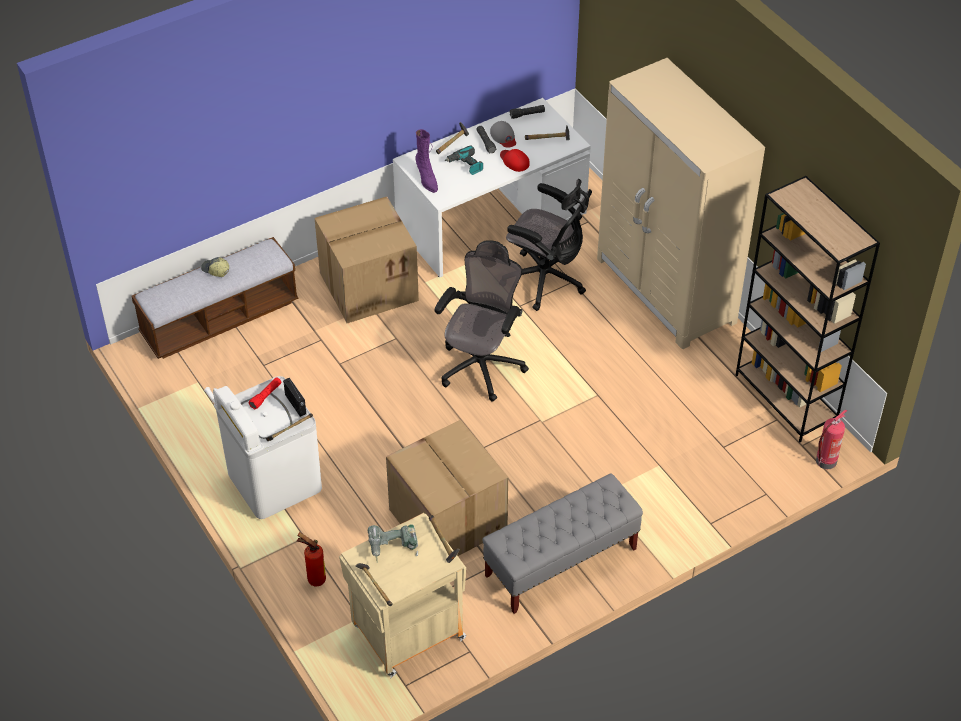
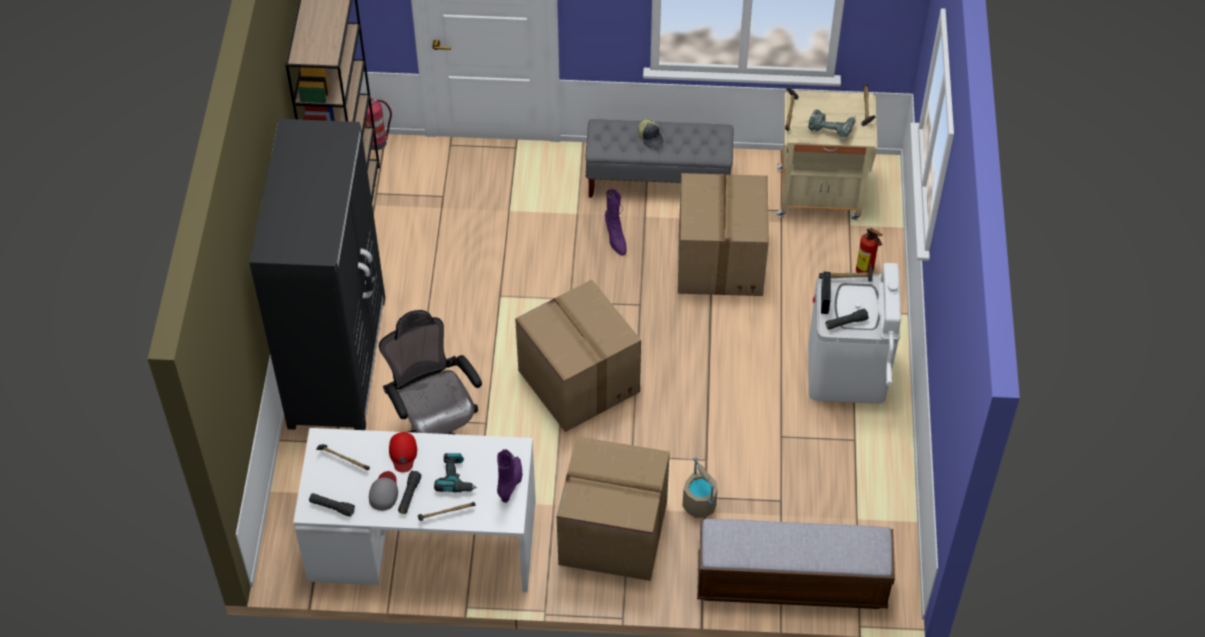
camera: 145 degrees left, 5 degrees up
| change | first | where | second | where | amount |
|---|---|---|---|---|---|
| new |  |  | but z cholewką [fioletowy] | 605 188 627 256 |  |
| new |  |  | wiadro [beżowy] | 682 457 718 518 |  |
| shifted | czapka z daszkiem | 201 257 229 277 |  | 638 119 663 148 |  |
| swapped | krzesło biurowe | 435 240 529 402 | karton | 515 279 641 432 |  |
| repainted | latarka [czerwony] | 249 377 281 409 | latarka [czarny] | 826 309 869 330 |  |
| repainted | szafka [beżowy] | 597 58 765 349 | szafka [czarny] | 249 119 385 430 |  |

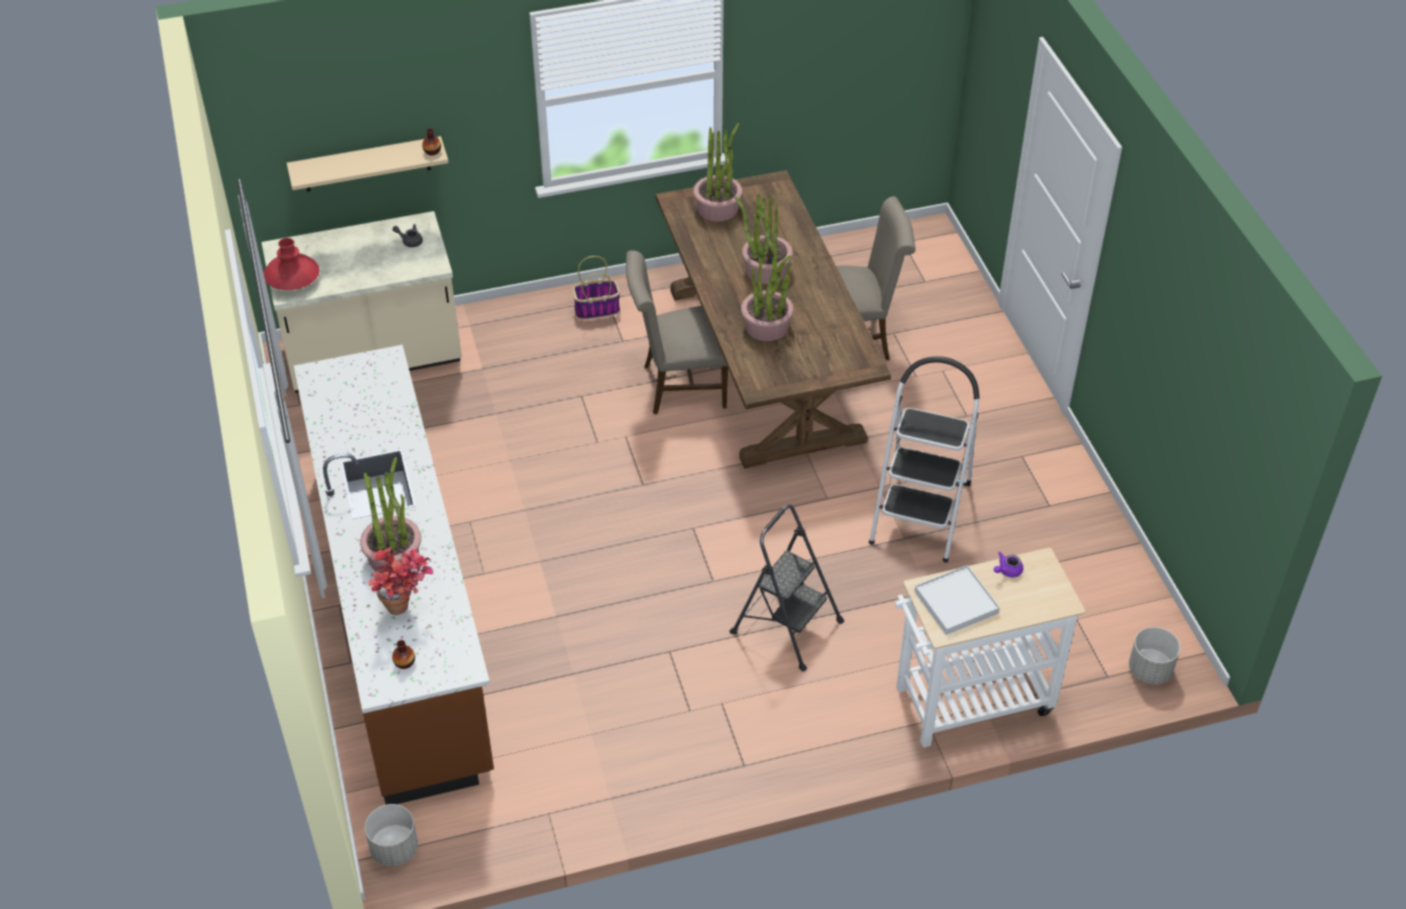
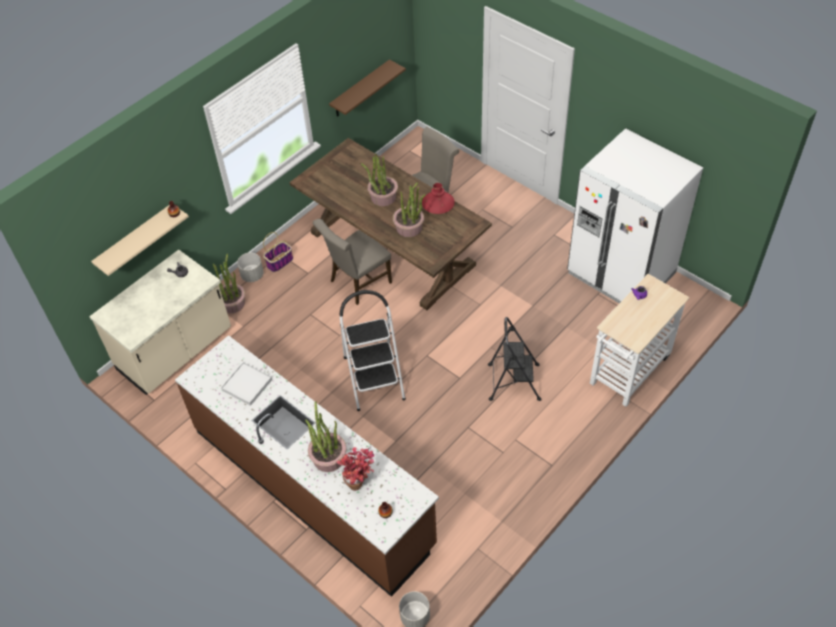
camera: 30 degrees left, 5 degrees up
| change | first | where | second | where | amount |
|---|---|---|---|---|---|
| new |  |  | półka [brązowy] | 329 59 406 117 |  |
| new |  |  | lodówka [biały] | 567 128 703 303 |  |
| shifted | wazon [czerwony] | 264 238 320 290 |  | 422 183 455 214 |  |
| shifted | roślina doniczkowa | 693 123 743 222 |  | 213 253 245 313 |  |
| shifted | drabinka | 869 356 980 562 |  | 339 290 406 411 |  |
| shifted | taca [biały] | 914 565 1000 635 |  | 221 362 272 406 |  |
| shifted | donica [szary] | 1129 627 1180 684 |  | 237 253 264 282 |  |

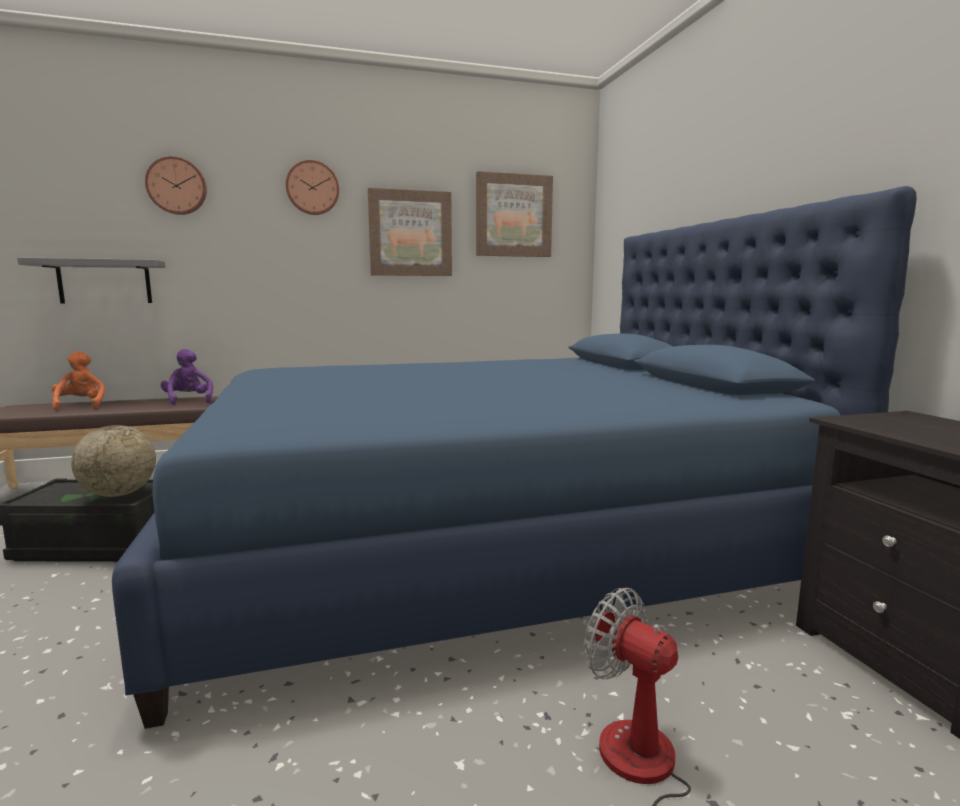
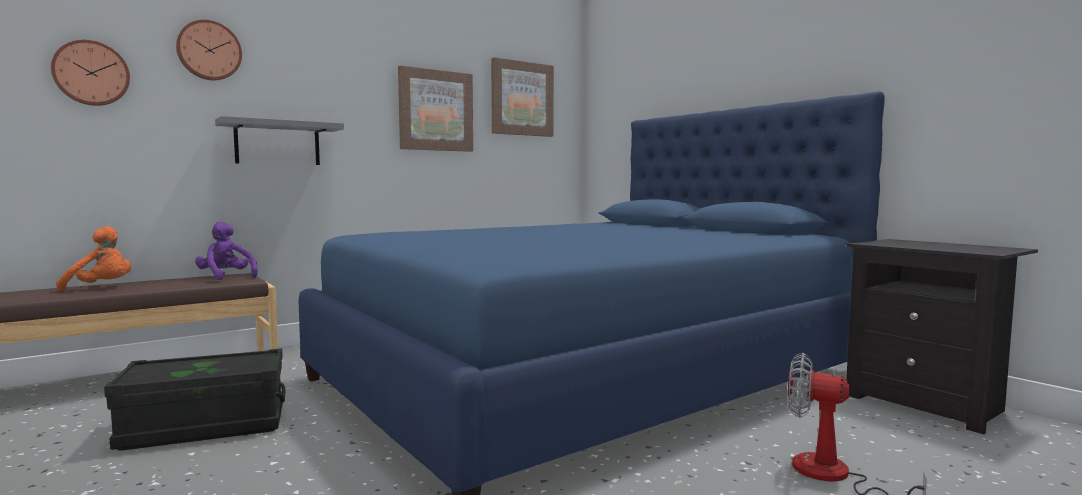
camera: 20 degrees left, 5 degrees down
| change | first | where | second | where | amount |
|---|---|---|---|---|---|
| gone | globus | 71 425 156 497 |  |  |  |
| shifted | półka [szary] | 17 257 165 303 |  | 215 116 344 165 |  |
| shifted | zegar ścienny | 286 160 339 215 |  | 51 40 130 106 |  |
| rotated | pluszak [pomarańczowy] | 52 351 105 410 |  | 56 226 131 291 | 135 degrees clockwise |

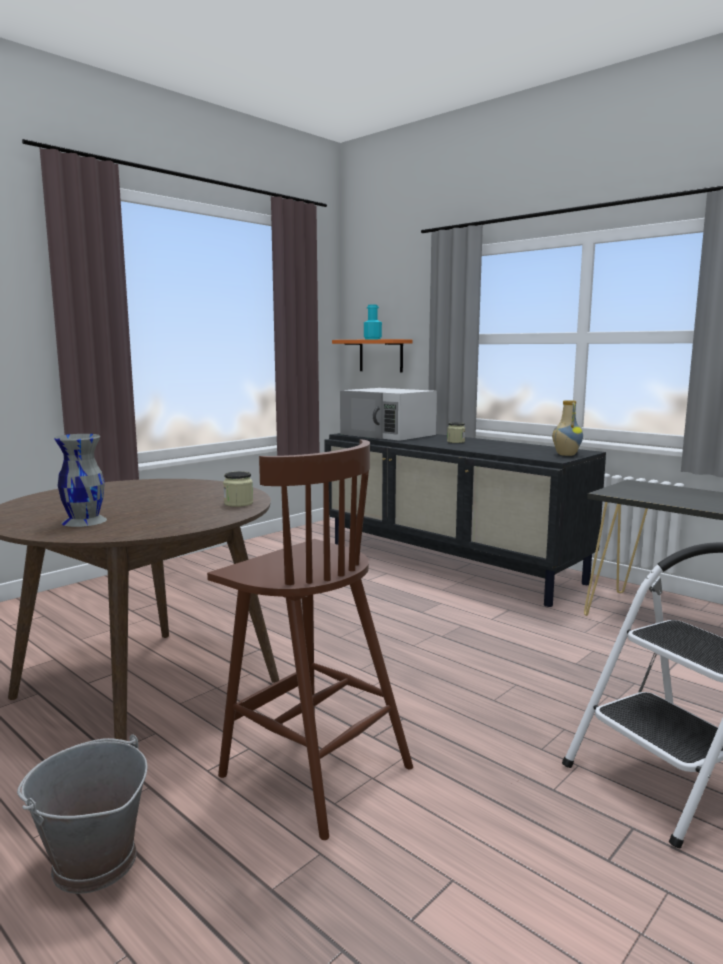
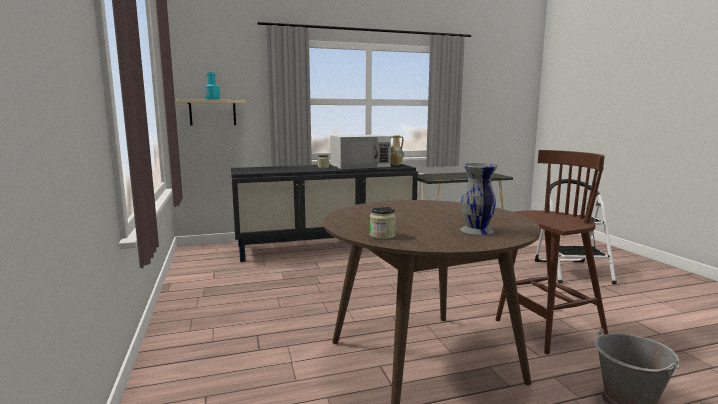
camera: 60 degrees left, 0 degrees up
| change | first | where | second | where | amount |
|---|---|---|---|---|---|
| shifted | słoik | 223 471 253 507 |  | 370 207 396 239 |  |
| shifted | mikrofalówka [biały] | 340 388 437 441 |  | 330 135 391 169 |  |
| repainted | półka [pomarańczowy] | 332 339 413 373 | półka [beżowy] | 176 99 245 126 |  |

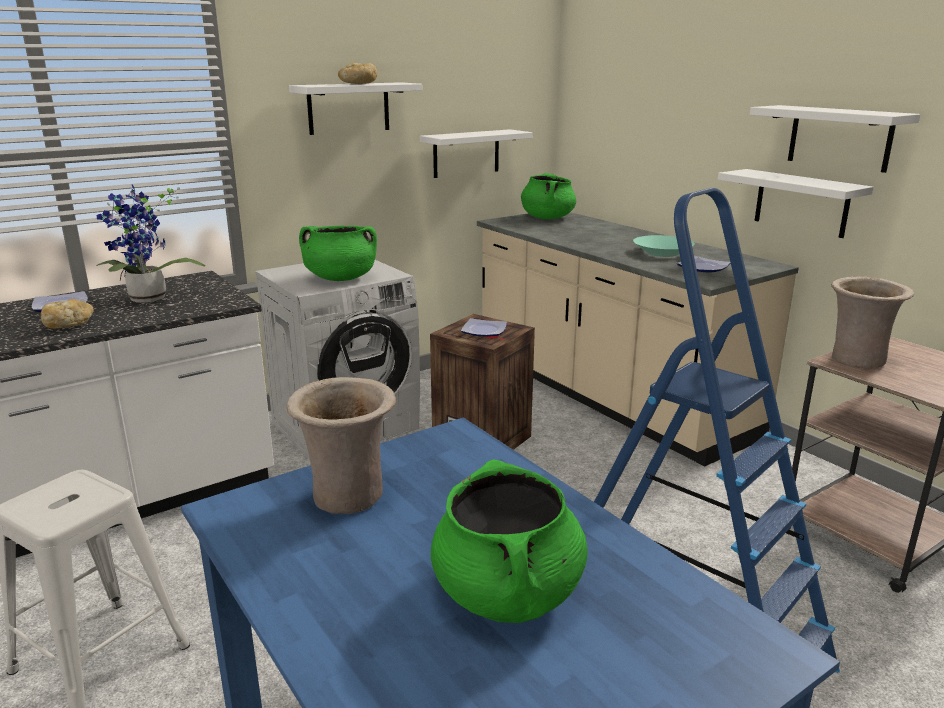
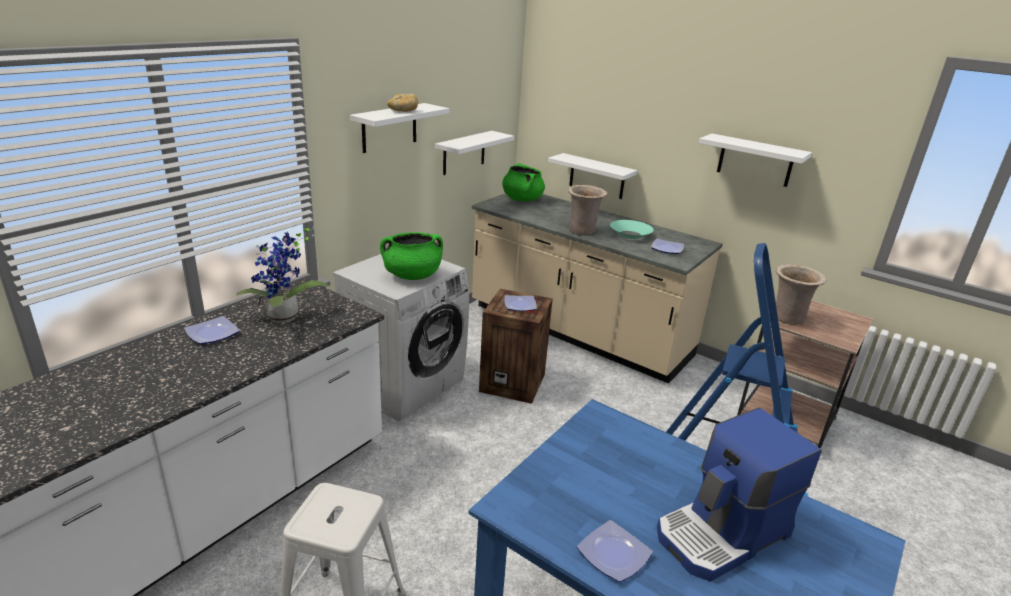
camera: 20 degrees left, 5 degrees up
| change | first | where | second | where | amount |
|---|---|---|---|---|---|
| gone | chleb | 41 299 94 329 |  |  |  |
| new |  |  | talerz | 577 520 653 582 |  |
| shifted | wazon [beżowy] | 287 377 396 514 |  | 568 185 607 235 |  |
| shifted | półka [biały] | 718 169 874 238 |  | 548 153 637 199 |  |
| swapped | garnek [zielony] | 431 459 588 623 | ekspres do kawy | 657 408 822 581 |  |

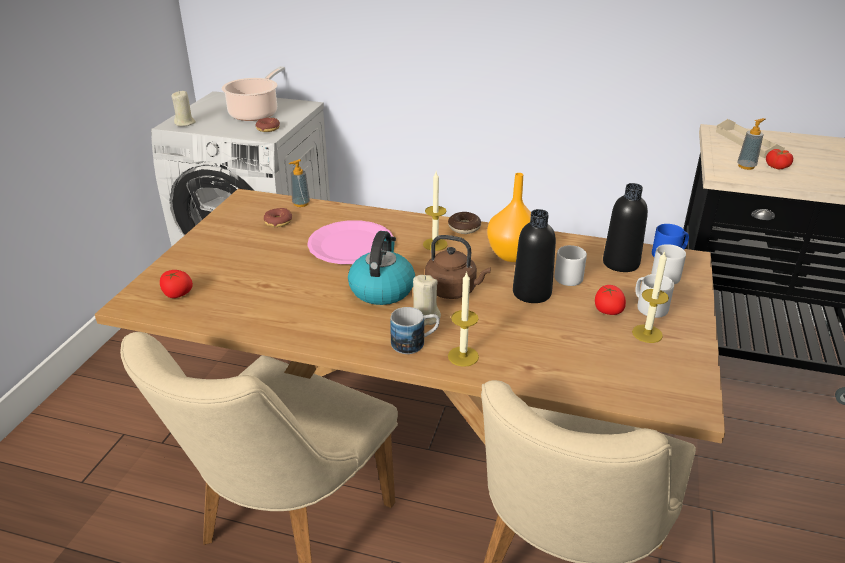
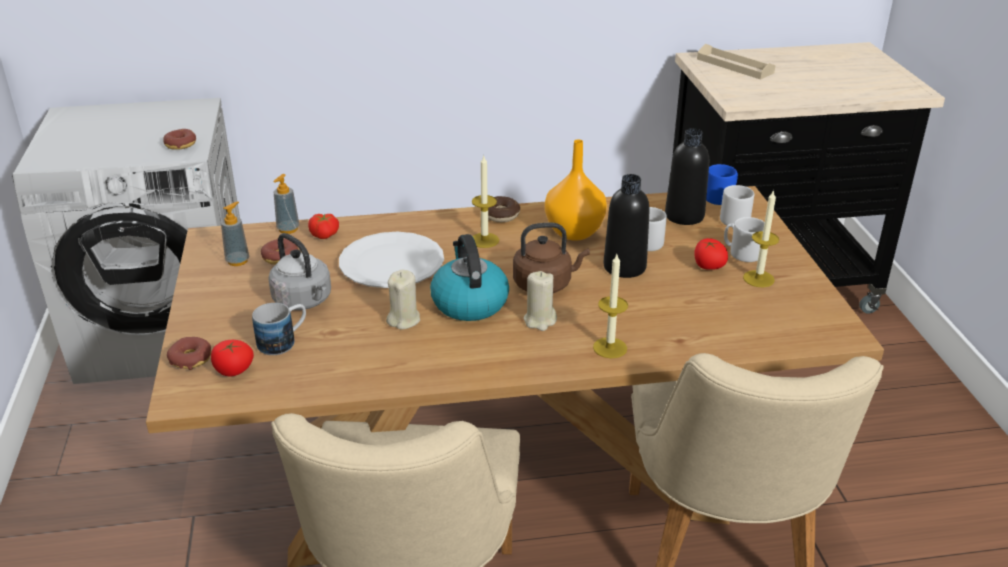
camera: 25 degrees left, 0 degrees up
| change | first | where | second | where | amount |
|---|---|---|---|---|---|
| gone | garnek | 222 66 285 121 |  |  |  |
| new |  |  | donut | 167 337 211 370 |  |
| new |  |  | czajnik [szary] | 268 233 331 310 |  |
| shifted | świeca [beżowy] | 171 91 196 126 |  | 386 269 420 330 |  |
| shifted | kubek | 390 307 440 354 |  | 252 303 306 355 |  |
| shifted | dozownik mydła | 737 118 765 170 |  | 221 202 249 266 |  |
| shifted | pomidor | 766 149 793 169 |  | 308 214 339 239 |  |
| repainted | talerz [różowy] | 307 220 394 264 | talerz [biały] | 339 232 444 288 |  |

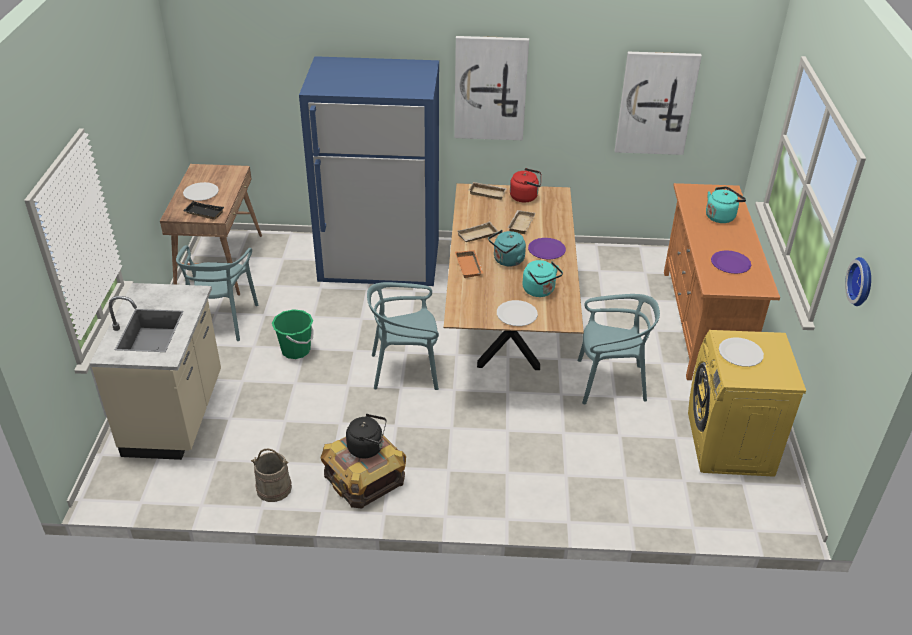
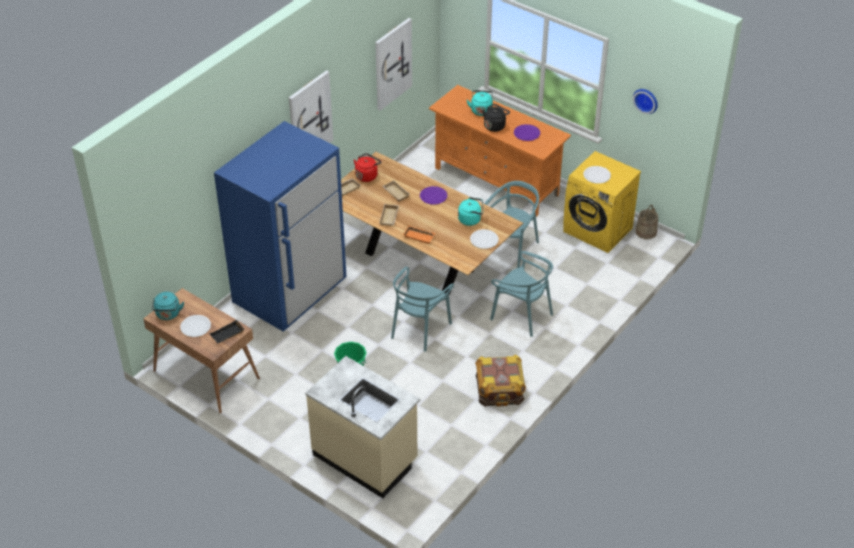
camera: 55 degrees left, 5 degrees up
| change | first | where | second | where | amount |
|---|---|---|---|---|---|
| shifted | krzesło [turkusowy] | 176 245 258 341 |  | 490 251 553 337 |  |
| shifted | wiadro [beżowy] | 251 448 292 502 |  | 635 205 658 240 |  |
| shifted | czajnik [czarny] | 346 414 387 458 |  | 483 104 510 132 |  |
| shifted | czajnik [turkusowy] | 488 230 526 267 |  | 152 292 184 320 |  |

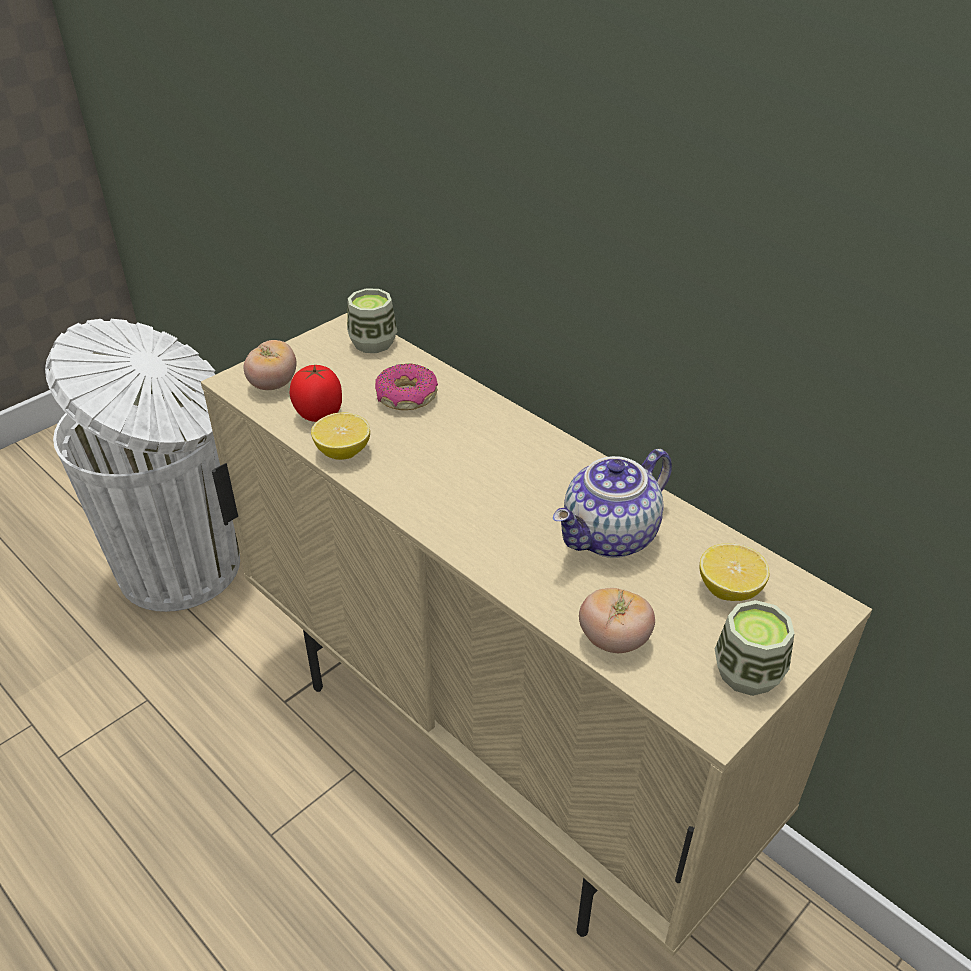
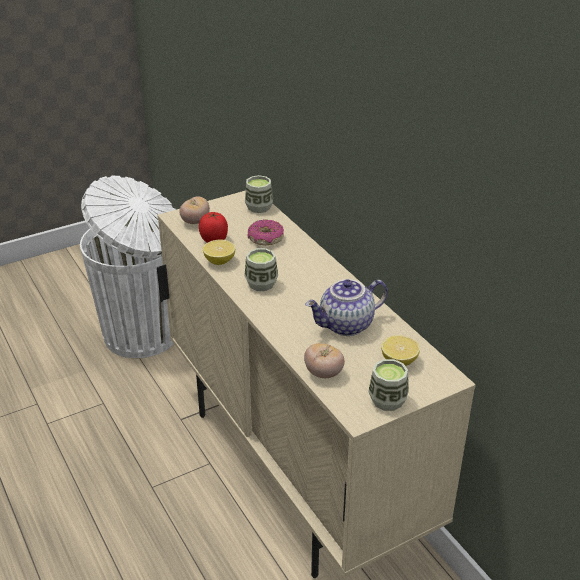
camera: 15 degrees right, 5 degrees down
| change | first | where | second | where | amount |
|---|---|---|---|---|---|
| new |  |  | filiżanka | 244 248 278 291 |  |

